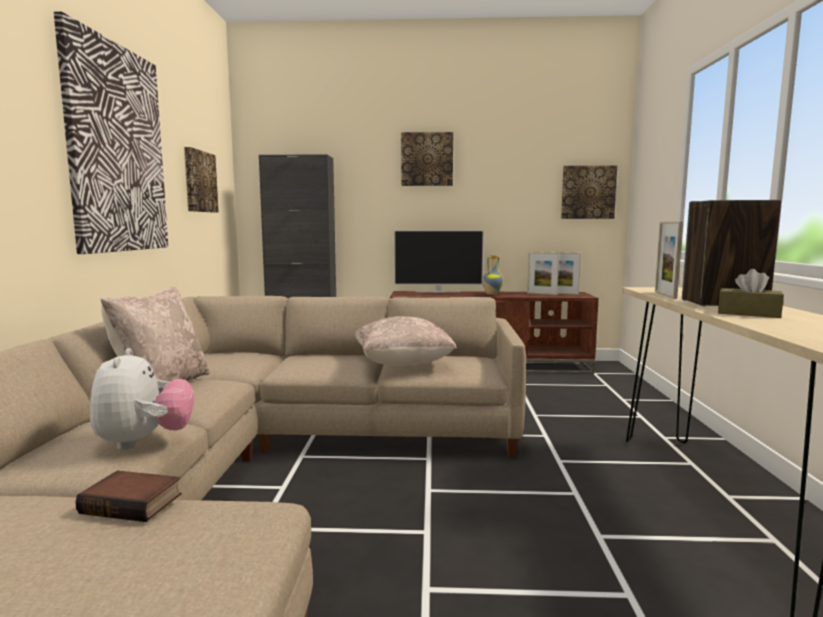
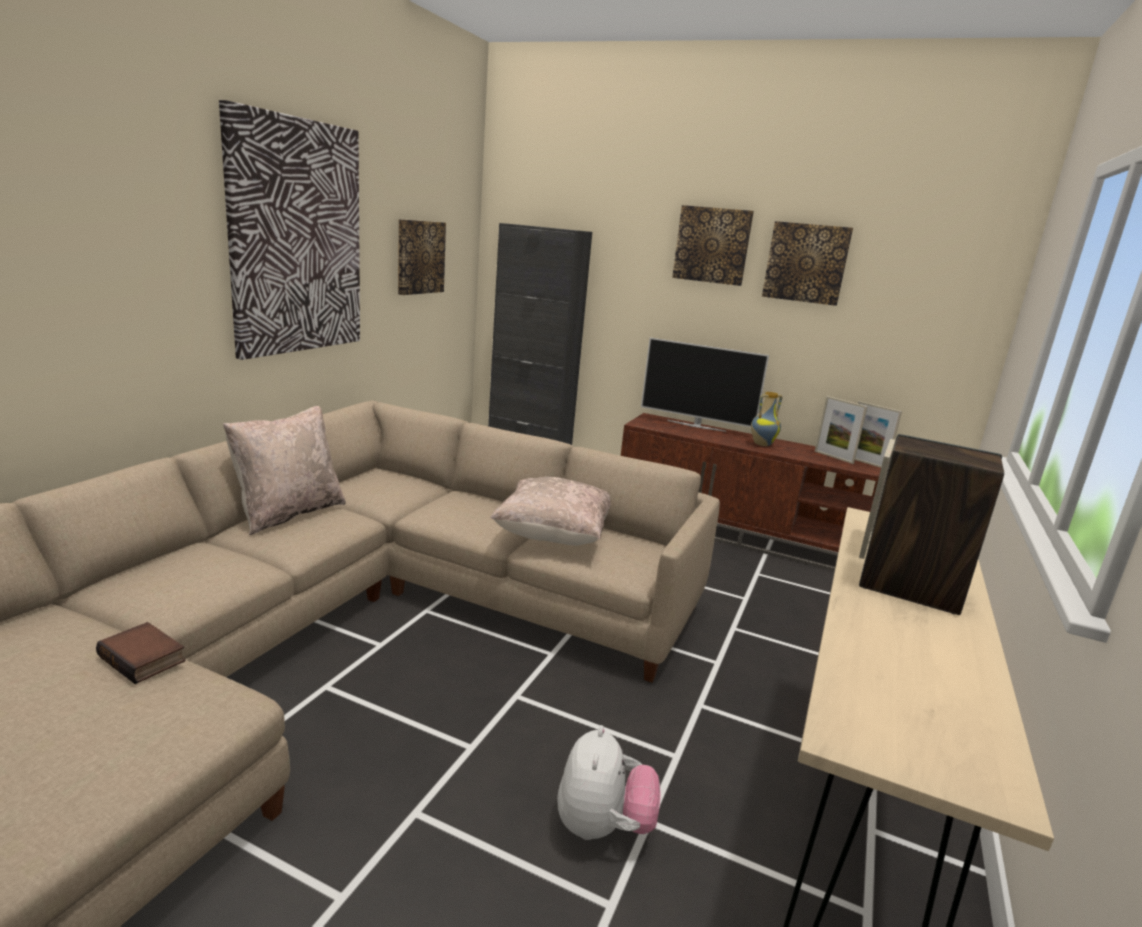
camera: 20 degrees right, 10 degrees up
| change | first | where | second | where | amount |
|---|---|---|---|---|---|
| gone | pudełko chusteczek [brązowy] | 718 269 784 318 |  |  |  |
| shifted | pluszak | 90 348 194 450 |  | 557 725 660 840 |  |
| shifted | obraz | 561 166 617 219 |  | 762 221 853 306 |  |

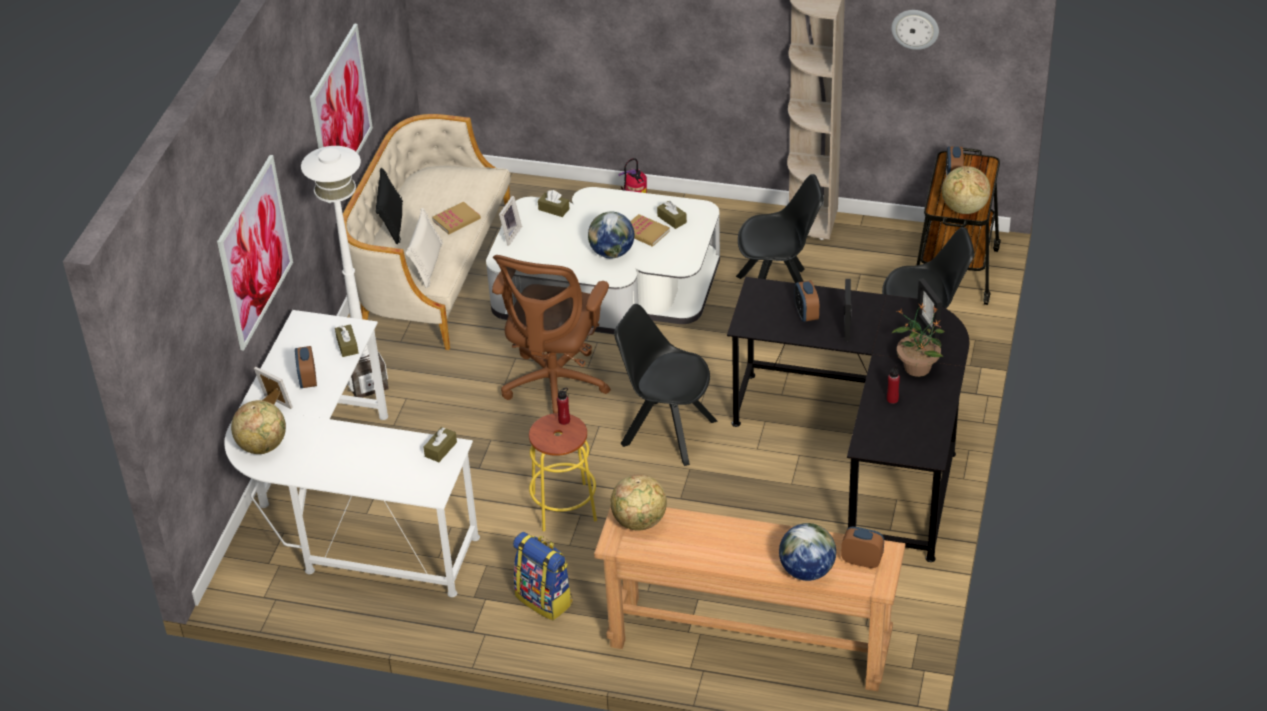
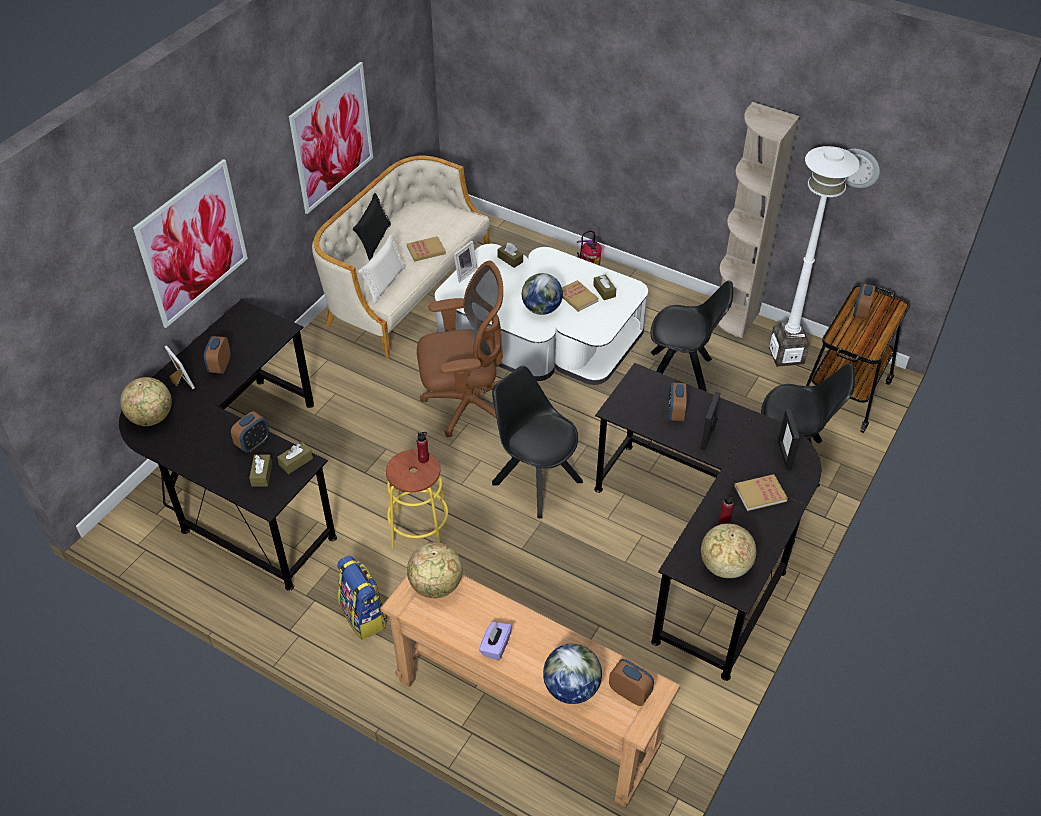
camera: 15 degrees right, 5 degrees up
| change | first | where | second | where | amount |
|---|---|---|---|---|---|
| new |  |  | budzik | 231 411 269 452 |  |
| new |  |  | pudełko chusteczek [fioletowy] | 479 622 512 661 |  |
| shifted | lampa stojąca [biały] | 301 146 389 398 |  | 769 146 860 367 |  |
| shifted | pudełko chusteczek [brązowy] | 335 324 359 357 |  | 249 455 272 487 |  |
| shifted | globus | 942 166 990 214 |  | 701 523 756 578 |  |
| swapped | roślina doniczkowa | 891 303 944 377 | książka | 734 474 788 511 |  |
| repainted | biurko [biały] | 224 310 480 597 | biurko [czarny] | 119 299 337 591 |  |
| rotated | krzesło biurowe [brązowy] | 492 255 611 413 |  | 417 261 503 437 | 135 degrees counterclockwise |

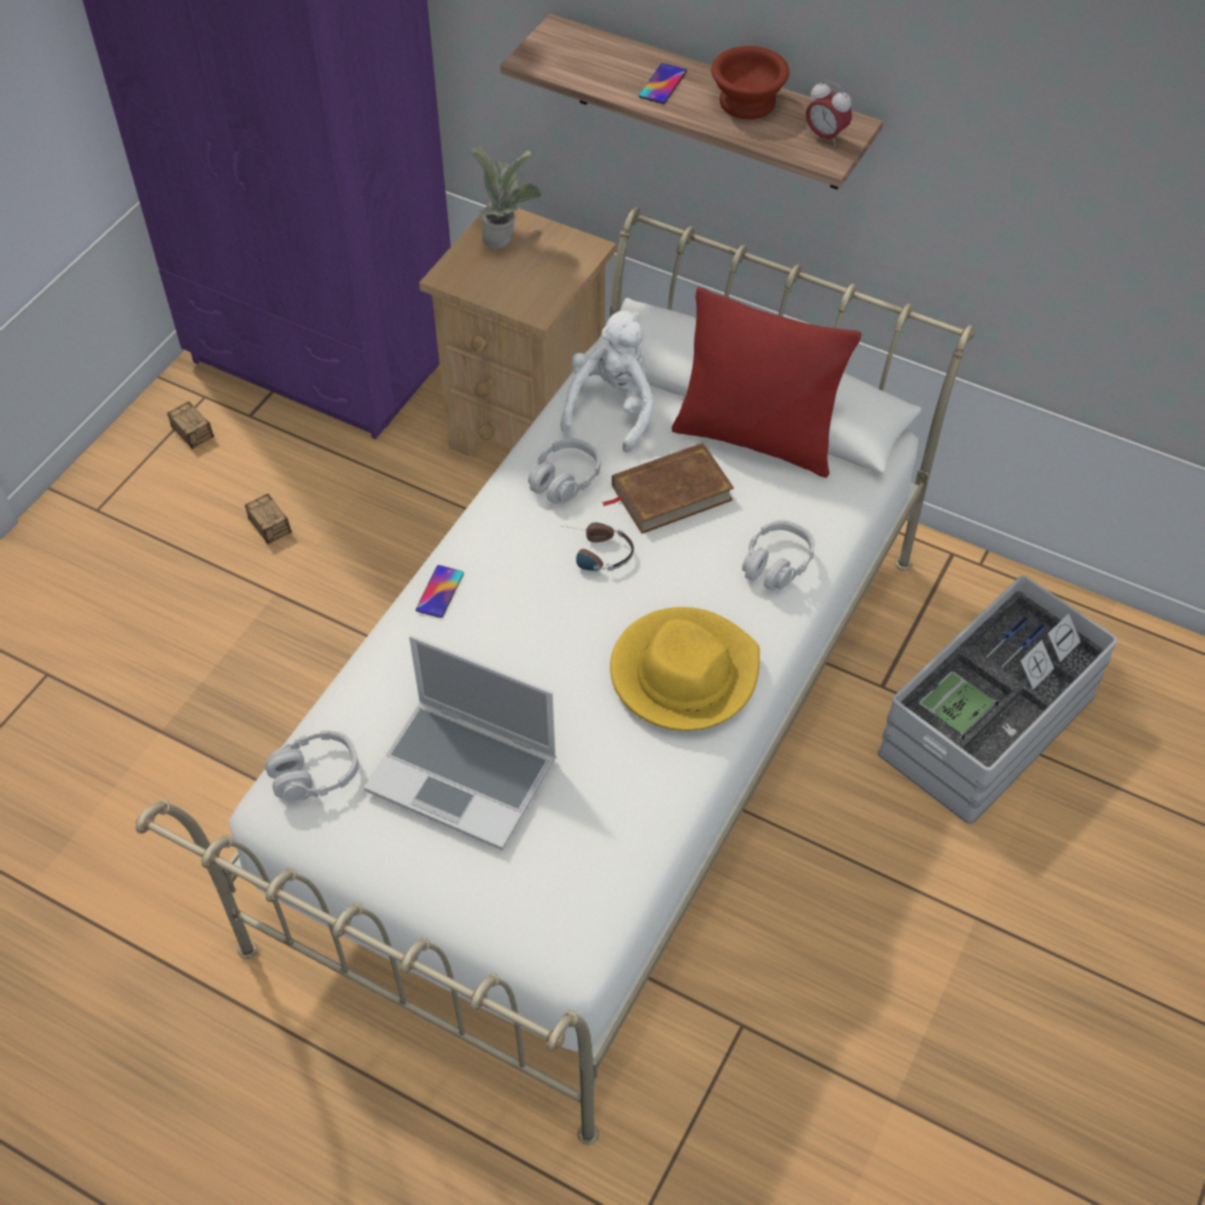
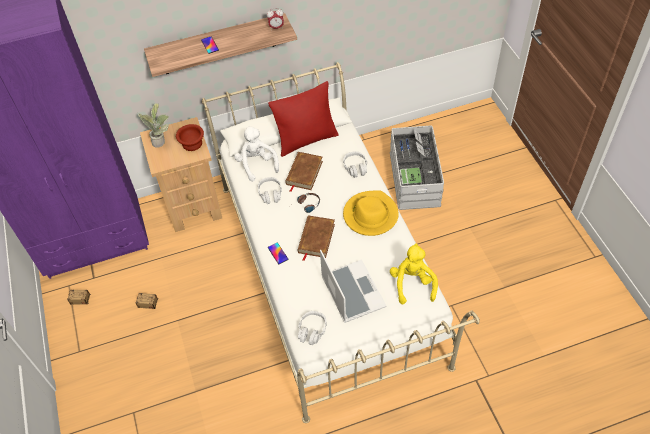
camera: 45 degrees left, 0 degrees up
| change | first | where | second | where | amount |
|---|---|---|---|---|---|
| new |  |  | książka [brązowy] | 298 215 335 261 |  |
| new |  |  | pluszak [żółty] | 390 243 438 304 |  |
| shifted | miska [brązowy] | 711 46 789 119 |  | 176 124 204 151 |  |
| rotated | laptop | 364 635 557 850 |  | 320 250 387 323 | 90 degrees counterclockwise |

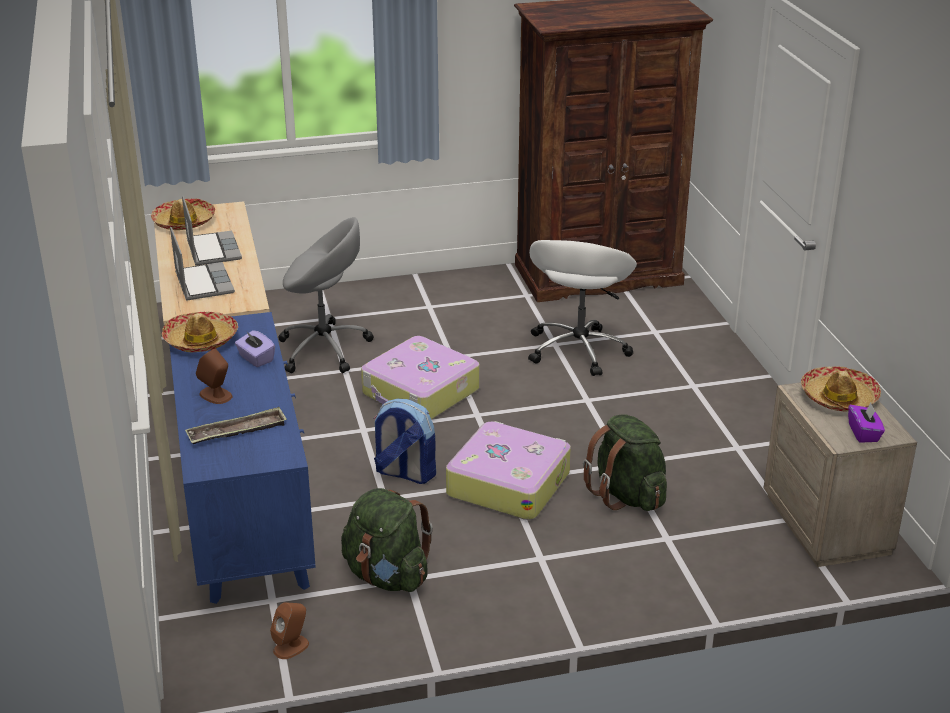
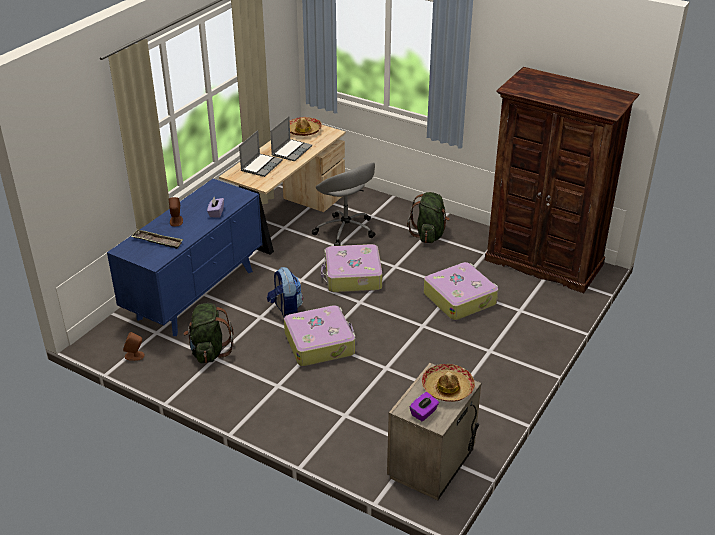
camera: 45 degrees right, 5 degrees up
| change | first | where | second | where | amount |
|---|---|---|---|---|---|
| gone | kapelusz | 162 312 238 352 |  |  |  |
| shifted | plecak [zielony] | 583 414 667 511 |  | 407 192 450 243 |  |
| swapped | krzesło biurowe [biały] | 528 240 637 376 | walizka | 424 262 498 320 |  |

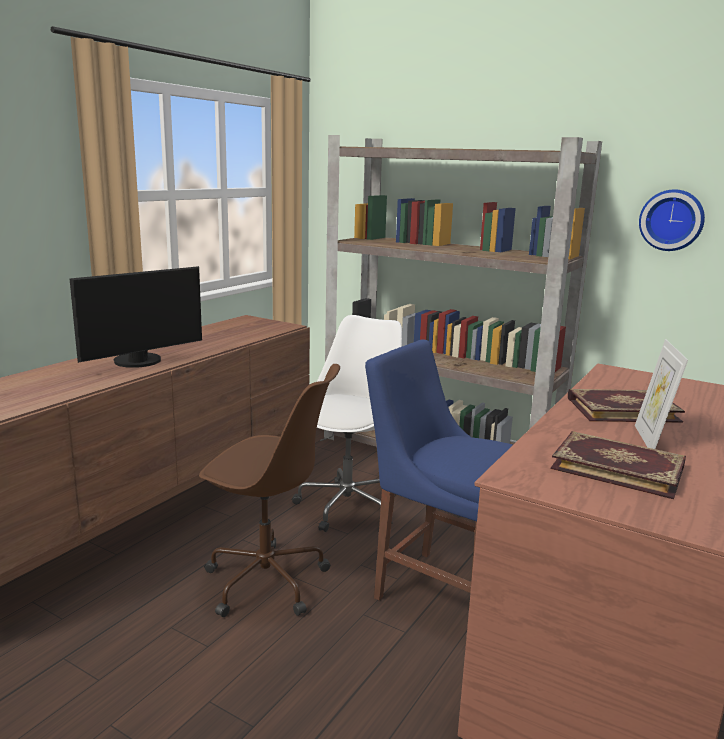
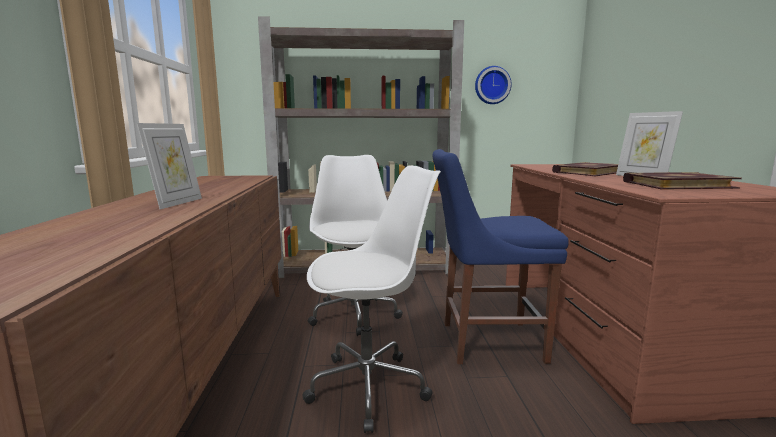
camera: 35 degrees left, 5 degrees down
| change | first | where | second | where | amount |
|---|---|---|---|---|---|
| swapped | monitor | 70 266 202 368 | ramka na zdjęcie | 137 123 202 209 |  |
| repainted | krzesło biurowe [brązowy] | 199 364 340 617 | krzesło biurowe [biały] | 302 166 441 433 |  |

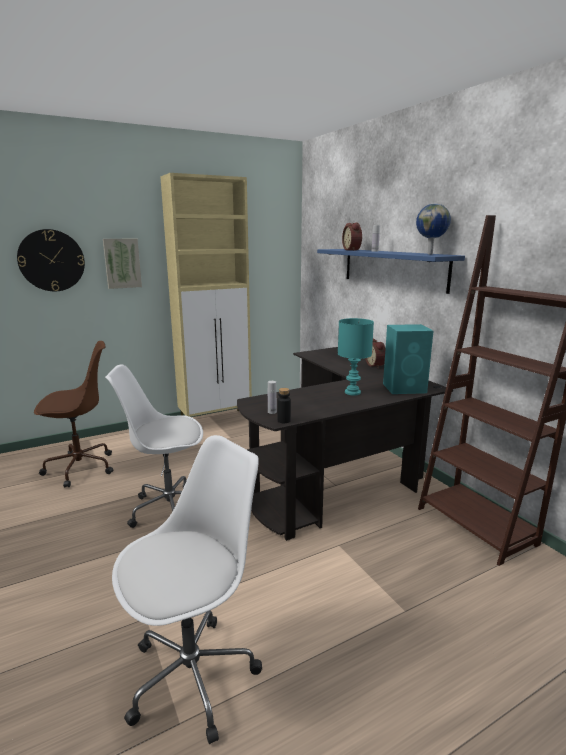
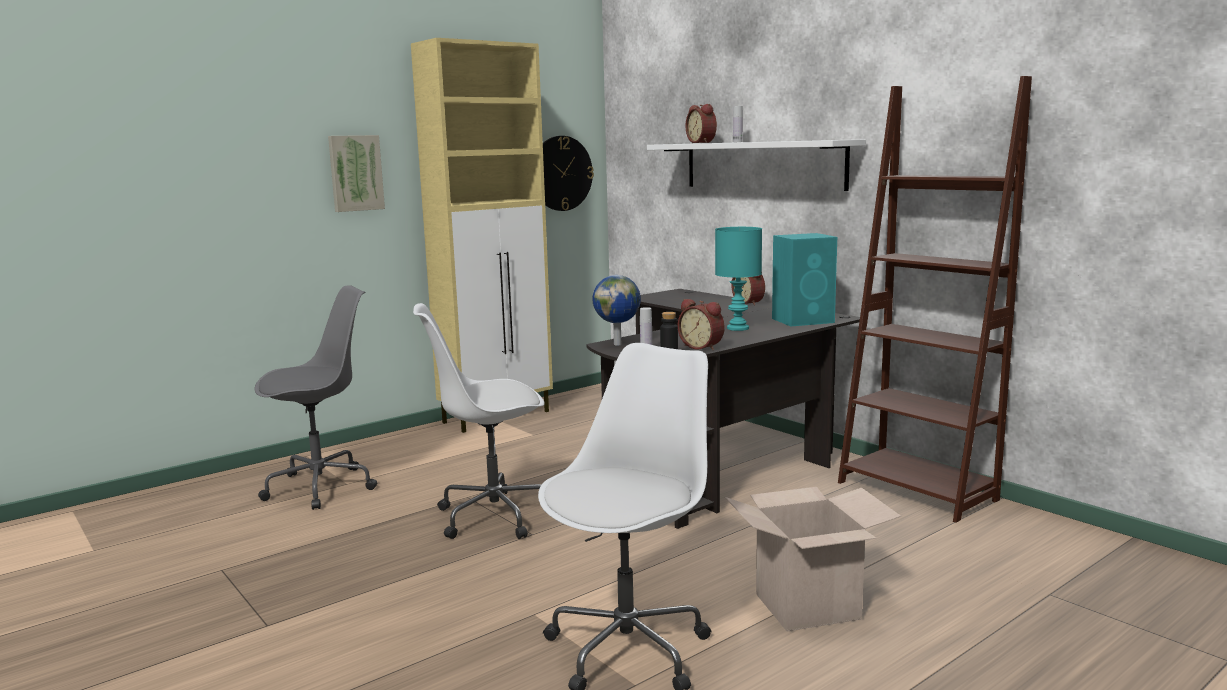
camera: 10 degrees left, 5 degrees down
| change | first | where | second | where | amount |
|---|---|---|---|---|---|
| new |  |  | budzik | 678 299 725 351 |  |
| new |  |  | karton | 725 487 901 631 |  |
| shifted | zegar ścienny | 17 229 85 291 |  | 543 136 594 211 |  |
| shifted | globus | 416 204 451 254 |  | 592 275 641 346 |  |
| repainted | krzesło biurowe [brązowy] | 34 341 113 487 | krzesło biurowe [szary] | 255 285 378 510 |  |
| repainted | półka [niebieski] | 317 249 465 294 | półka [biały] | 647 139 866 191 |  |

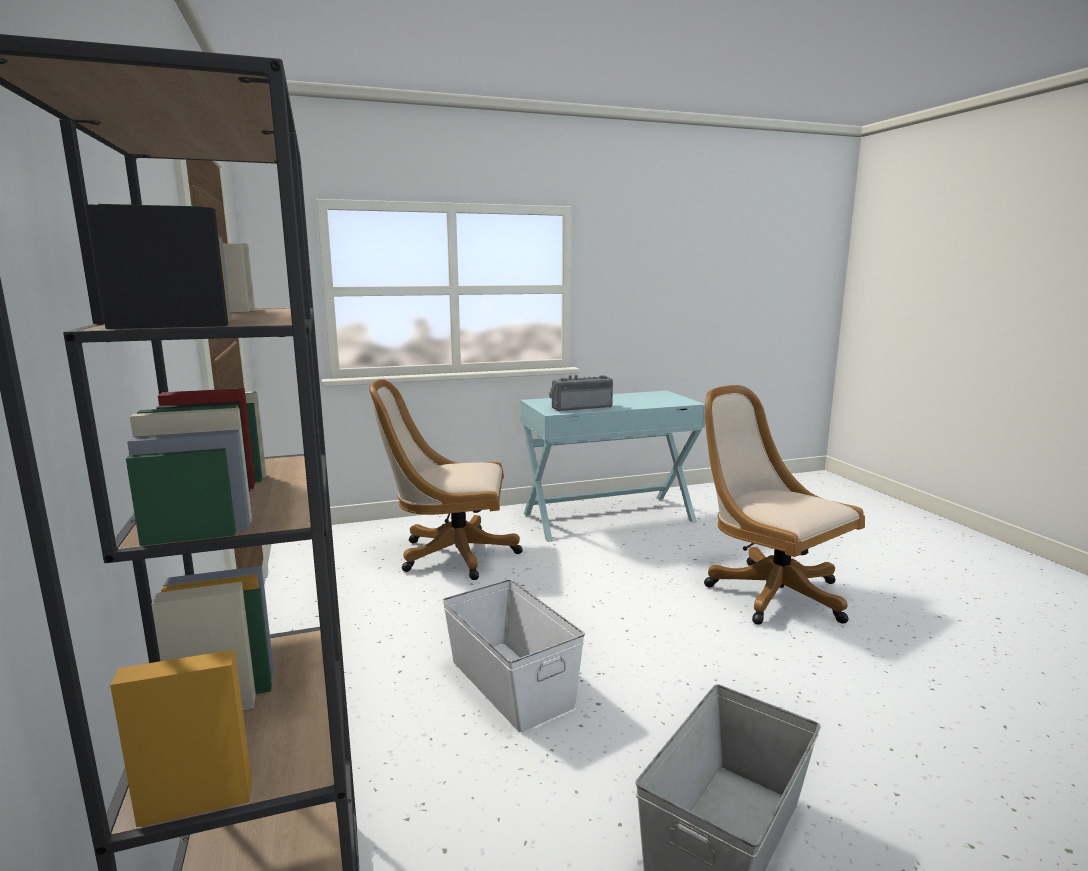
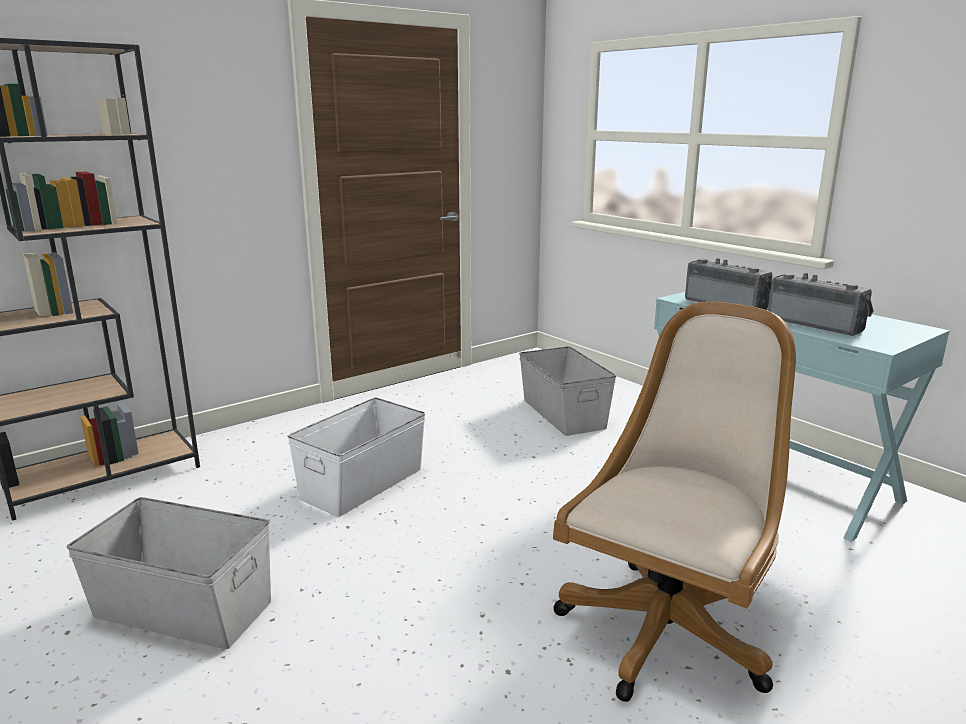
camera: 70 degrees right, 5 degrees up
| change | first | where | second | where | amount |
|---|---|---|---|---|---|
| new |  |  | radio | 768 273 874 336 |  |
| swapped | krzesło biurowe | 369 379 523 580 | pojemnik do przechowywania [szary] | 519 346 616 436 |  |

